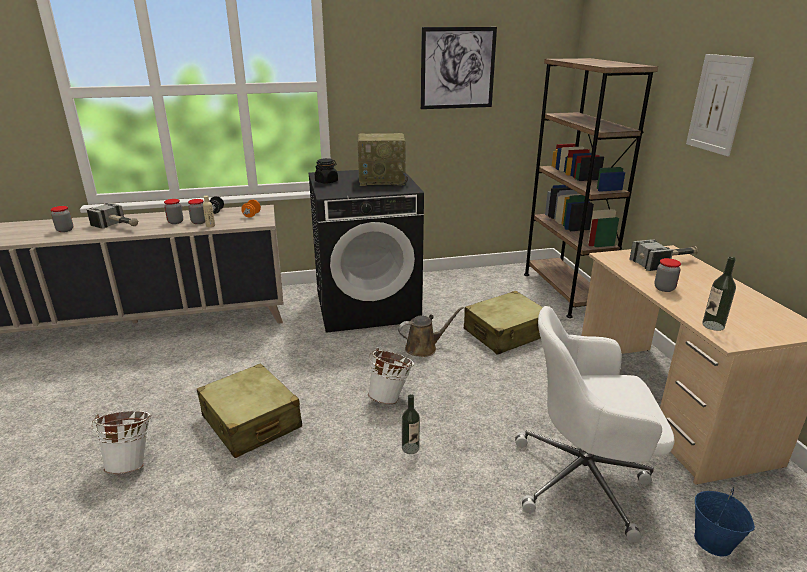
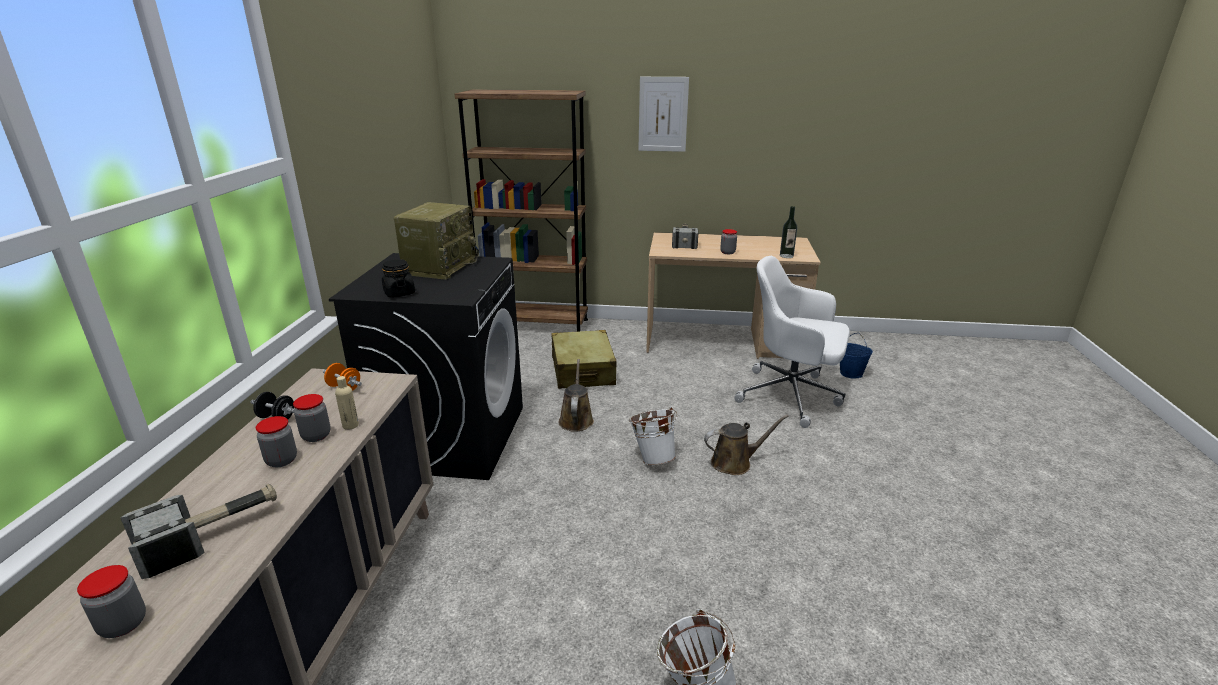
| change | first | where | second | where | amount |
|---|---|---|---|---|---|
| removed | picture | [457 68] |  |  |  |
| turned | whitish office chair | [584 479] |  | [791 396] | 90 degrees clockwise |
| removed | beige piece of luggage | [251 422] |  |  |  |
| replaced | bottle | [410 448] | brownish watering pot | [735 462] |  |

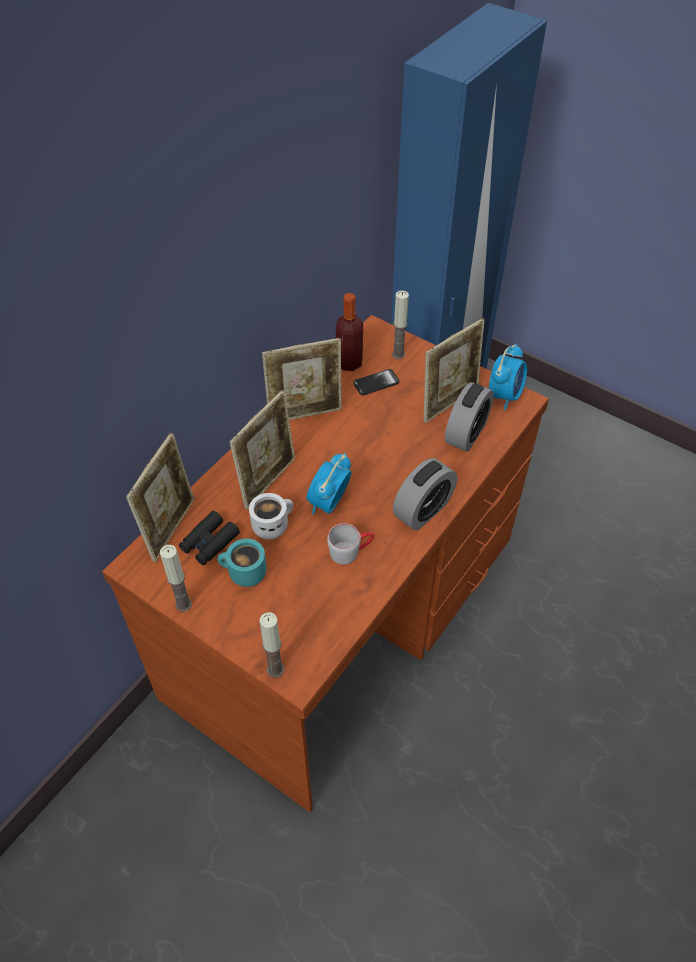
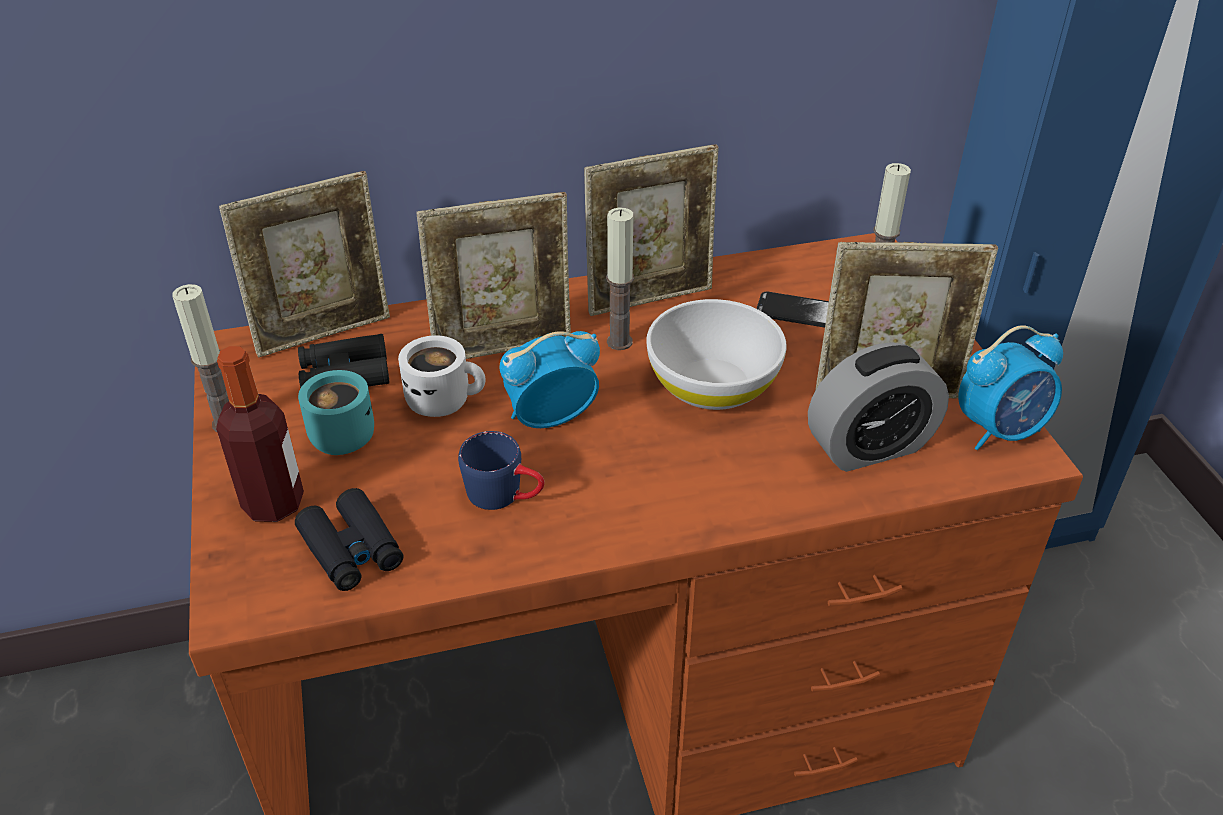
| change | first | where | second | where | amount |
|---|---|---|---|---|---|
| moved | bottle | [349 363] |  | [273 503] |  |
| turned | photo frame | [305 413] |  | [650 298] | 45 degrees counterclockwise |
| removed | table clock | [423 510] |  |  |  |
| recoloured | greyish tea mug | [350 551] | blue tea mug | [505 495] |  |
| moved | candle | [275 669] |  | [619 342] |  |
| added |  |  | whitish deep dish | [713 384] |  |
| added |  |  | black-coloured field glasses | [352 550] |  |

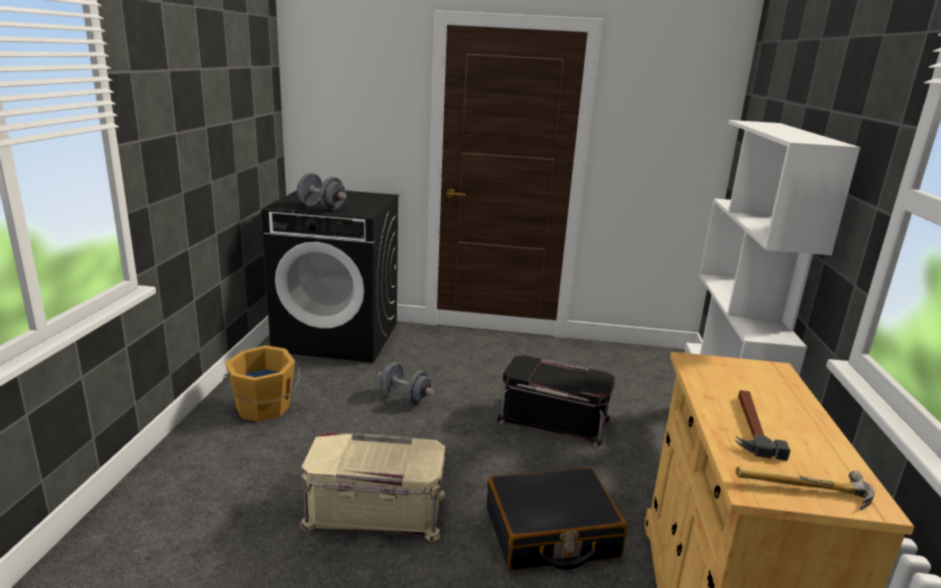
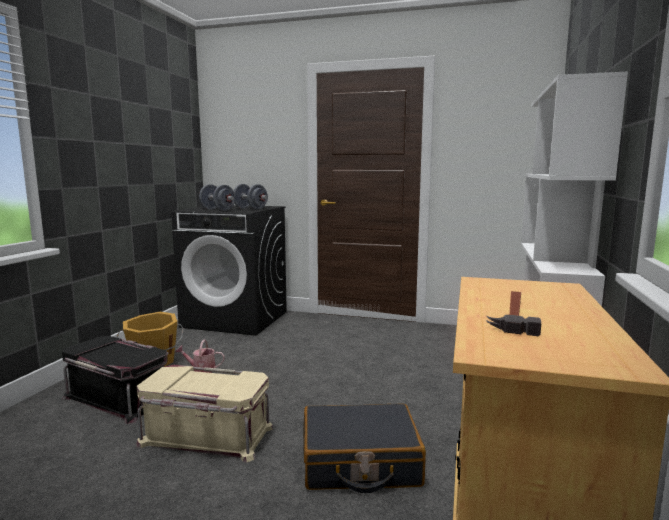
| change | first | where | second | where | amount |
|---|---|---|---|---|---|
| moved | black-coloured storage bin | [554 419] |  | [120 398] |  |
| moved | greyish hand weight | [405 398] |  | [250 209] |  |
| removed | hammer | [805 492] |  |  |  |
| added |  |  | watering pot | [201 370] |  |

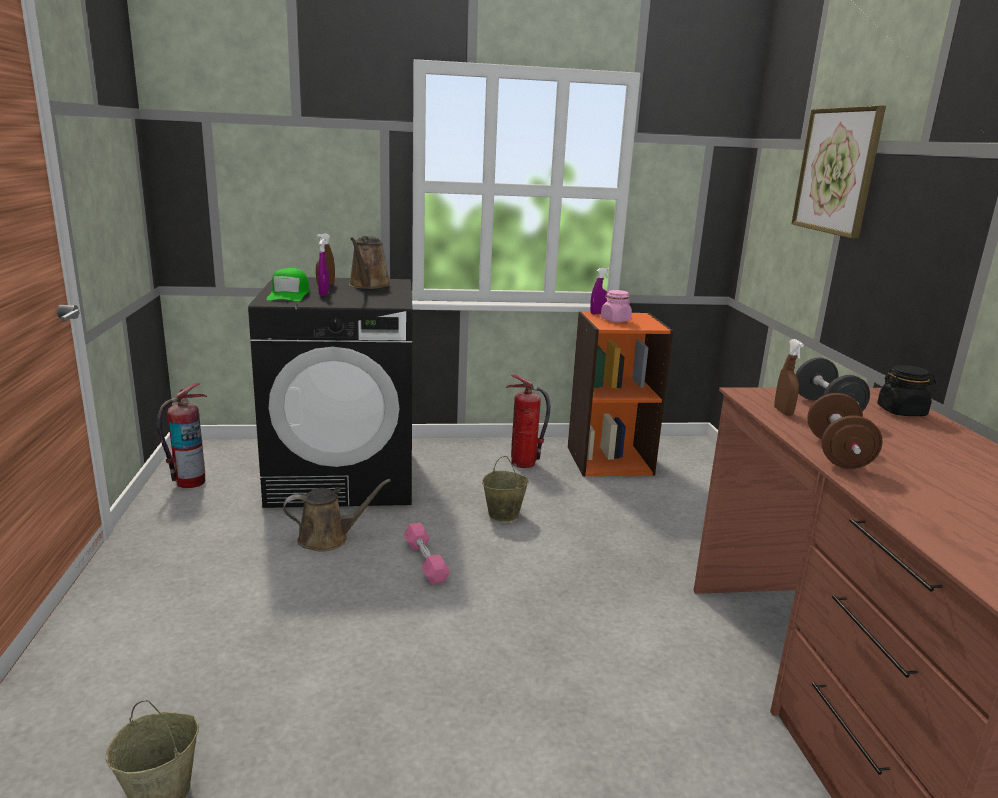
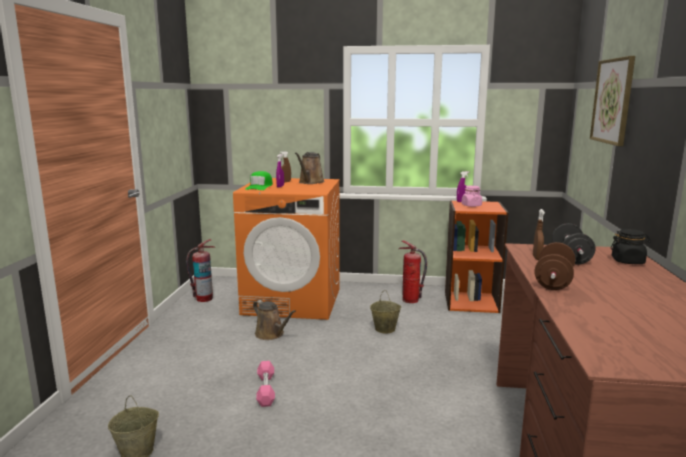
| change | first | where | second | where | amount |
|---|---|---|---|---|---|
| recoloured | black-coloured laundry machine | [344 476] | orange laundry machine | [293 301] |  |
| turned | brownish watering pot | [328 538] |  | [271 334] | 45 degrees clockwise |
| moved | pink-coloured hand weight | [425 562] |  | [266 389] |  |

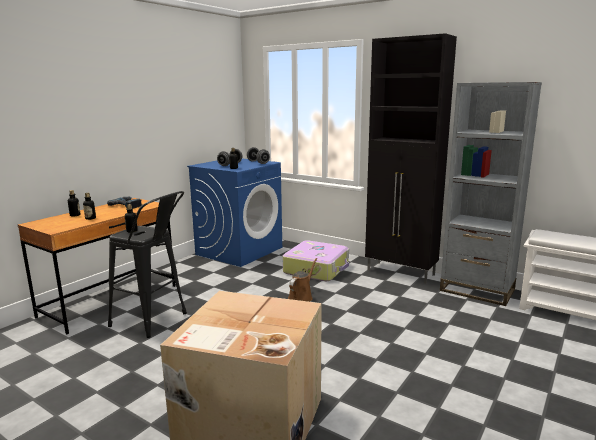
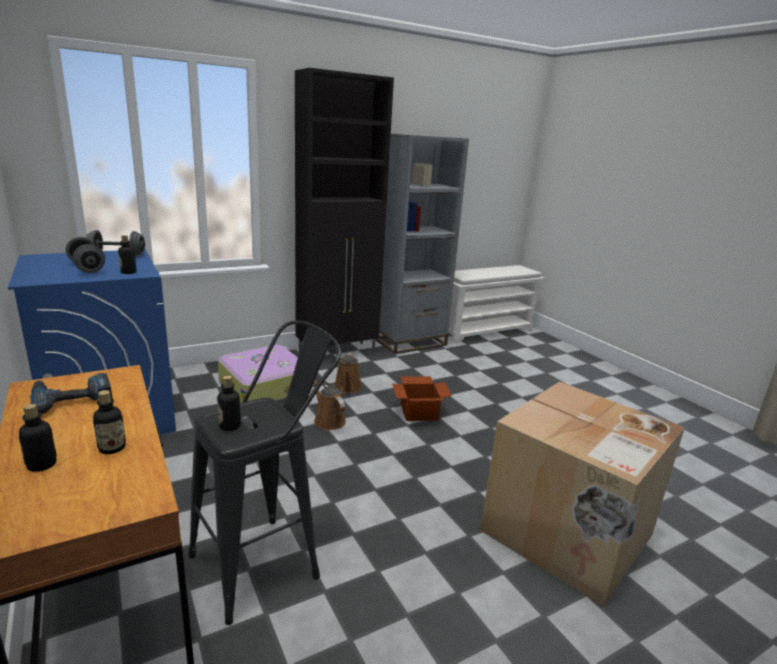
| change | first | where | second | where | amount |
|---|---|---|---|---|---|
| added |  |  | brownish watering pot | [348 388] |  |
| added |  |  | cardboard box | [419 411] |  |

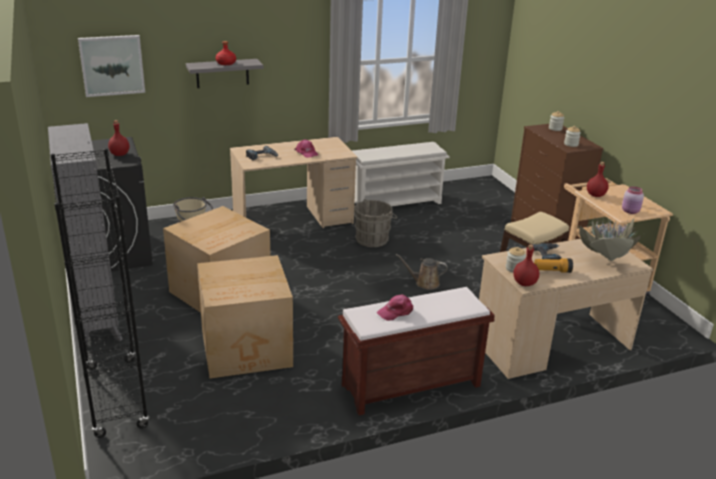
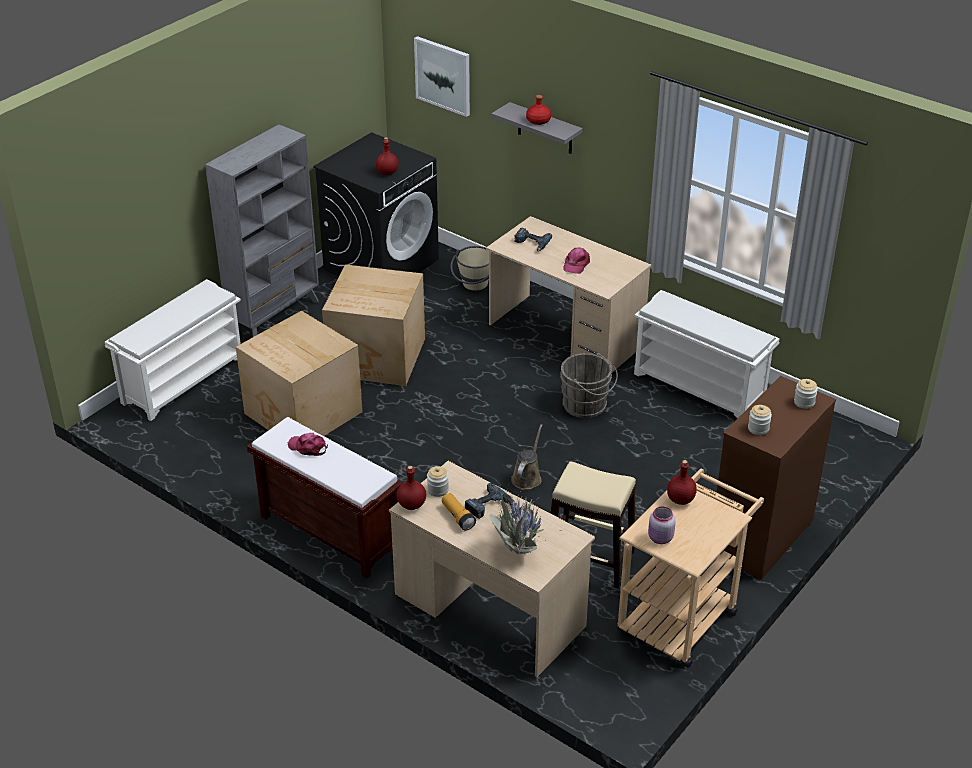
| change | first | where | second | where | amount |
|---|---|---|---|---|---|
| replaced | black-coloured bookcase | [116 397] | whitish shoe shelf | [183 380] |  |
| turned | brownish watering pot | [424 283] |  | [527 477] | 45 degrees clockwise |

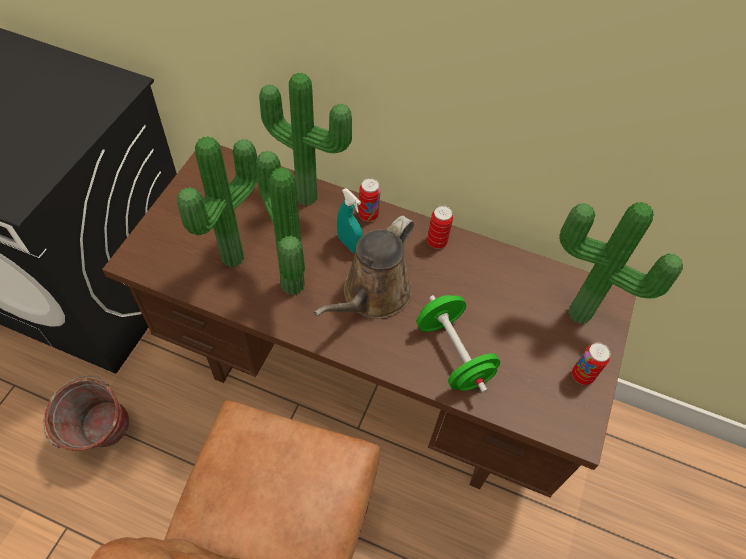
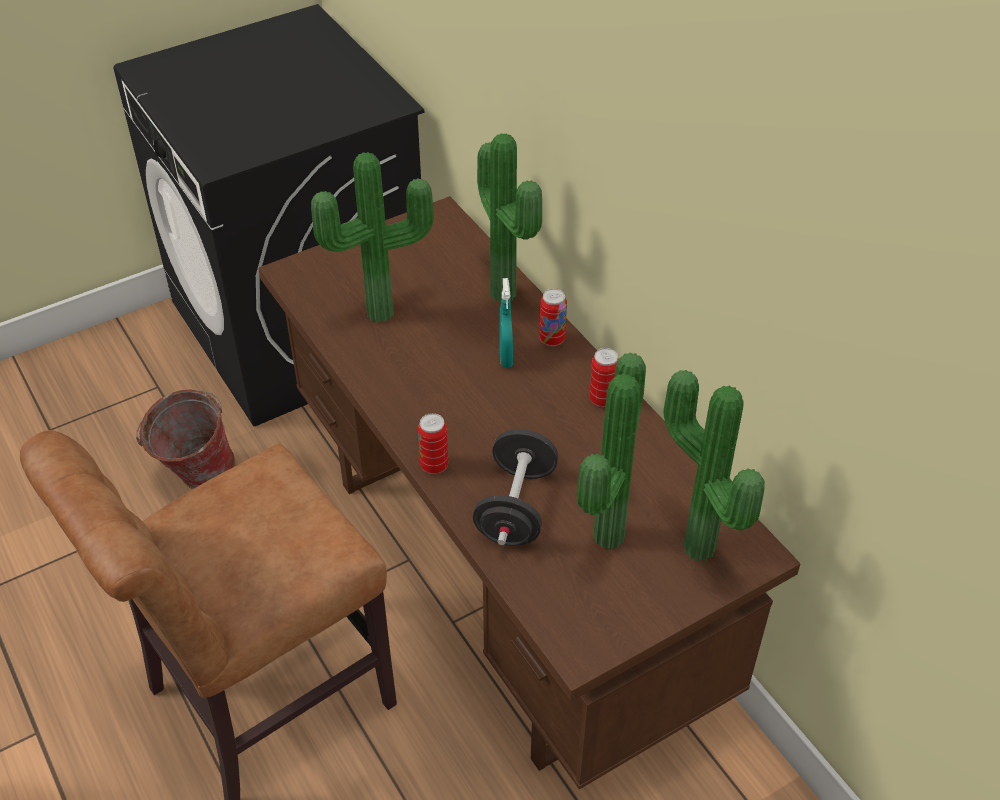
| change | first | where | second | where | amount |
|---|---|---|---|---|---|
| moved | potted plant | [288 287] |  | [602 535] |  |
| removed | brownish watering pot | [372 295] |  |  |  |
| recoloured | green hand weight | [453 354] | black-coloured hand weight | [516 507] |  |
| moved | metal can | [582 375] |  | [434 465] |  |

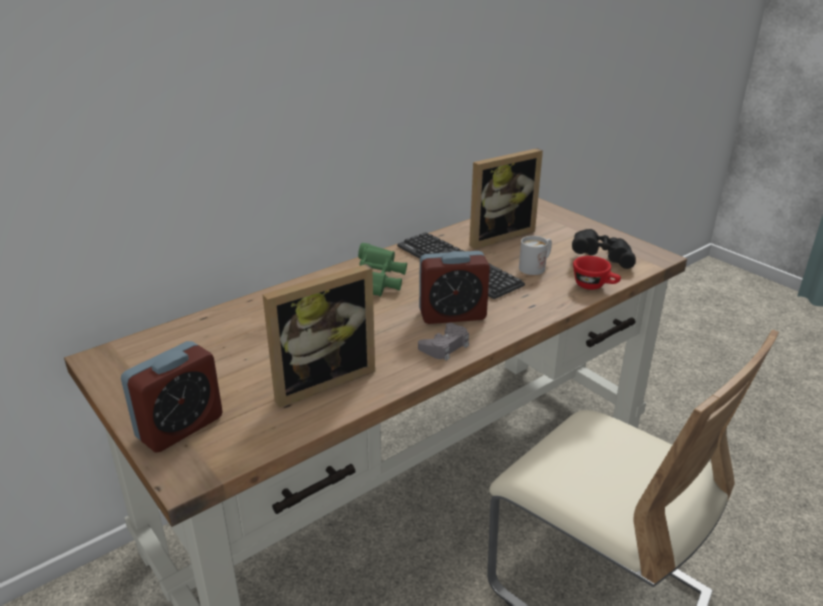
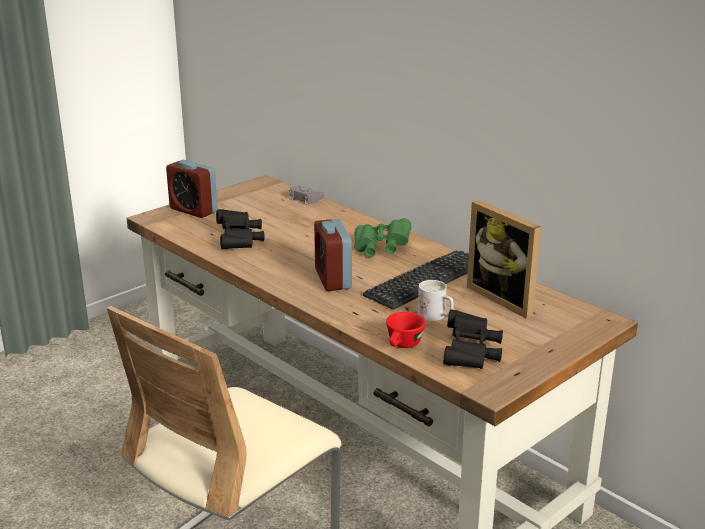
| change | first | where | second | where | amount |
|---|---|---|---|---|---|
| replaced | photo frame | [320 379] | black-coloured field glasses | [240 240] |  |
| moved | greyish game controller | [445 347] |  | [305 199] |  |

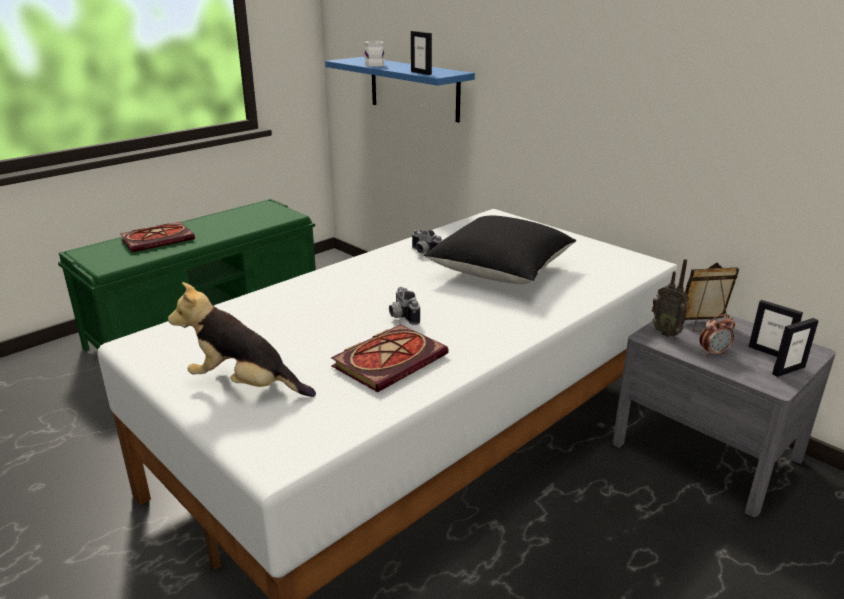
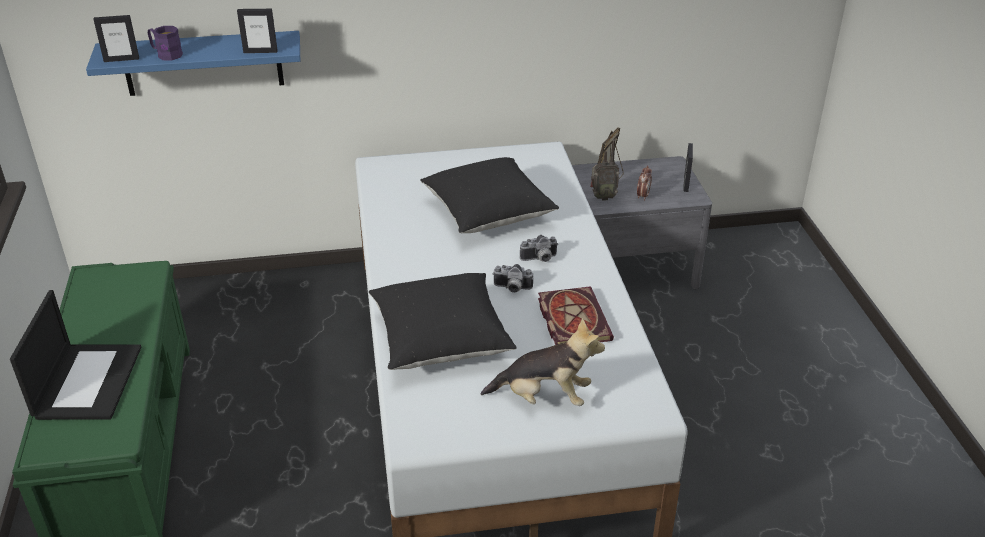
| change | first | where | second | where | amount |
|---|---|---|---|---|---|
| recoloured | whitish tea mug | [374 64] | purple-coloured tea mug | [166 54] |  |
| replaced | volume | [159 239] | portable computer | [87 381] |  |
| moved | still camera | [423 252] |  | [540 259] |  |
| turned | plush toy | [245 385] |  | [544 397] | 135 degrees counterclockwise |
| moved | photo frame | [769 352] |  | [121 59] |  |
| added |  |  | black-coloured pillow | [440 340] |  |

